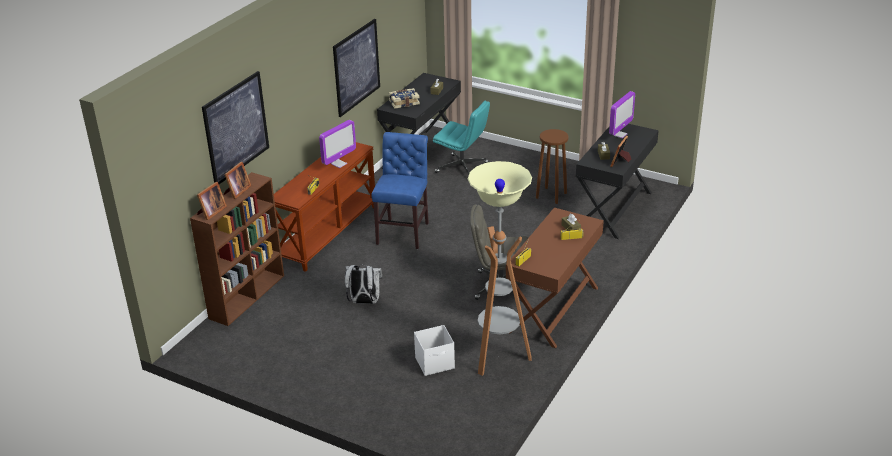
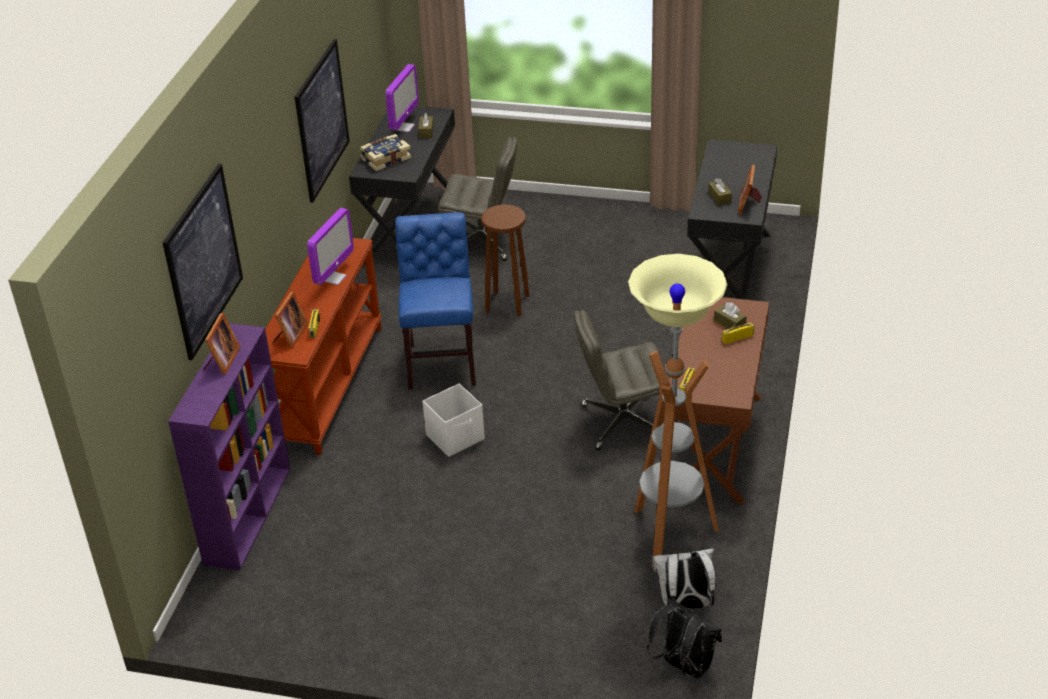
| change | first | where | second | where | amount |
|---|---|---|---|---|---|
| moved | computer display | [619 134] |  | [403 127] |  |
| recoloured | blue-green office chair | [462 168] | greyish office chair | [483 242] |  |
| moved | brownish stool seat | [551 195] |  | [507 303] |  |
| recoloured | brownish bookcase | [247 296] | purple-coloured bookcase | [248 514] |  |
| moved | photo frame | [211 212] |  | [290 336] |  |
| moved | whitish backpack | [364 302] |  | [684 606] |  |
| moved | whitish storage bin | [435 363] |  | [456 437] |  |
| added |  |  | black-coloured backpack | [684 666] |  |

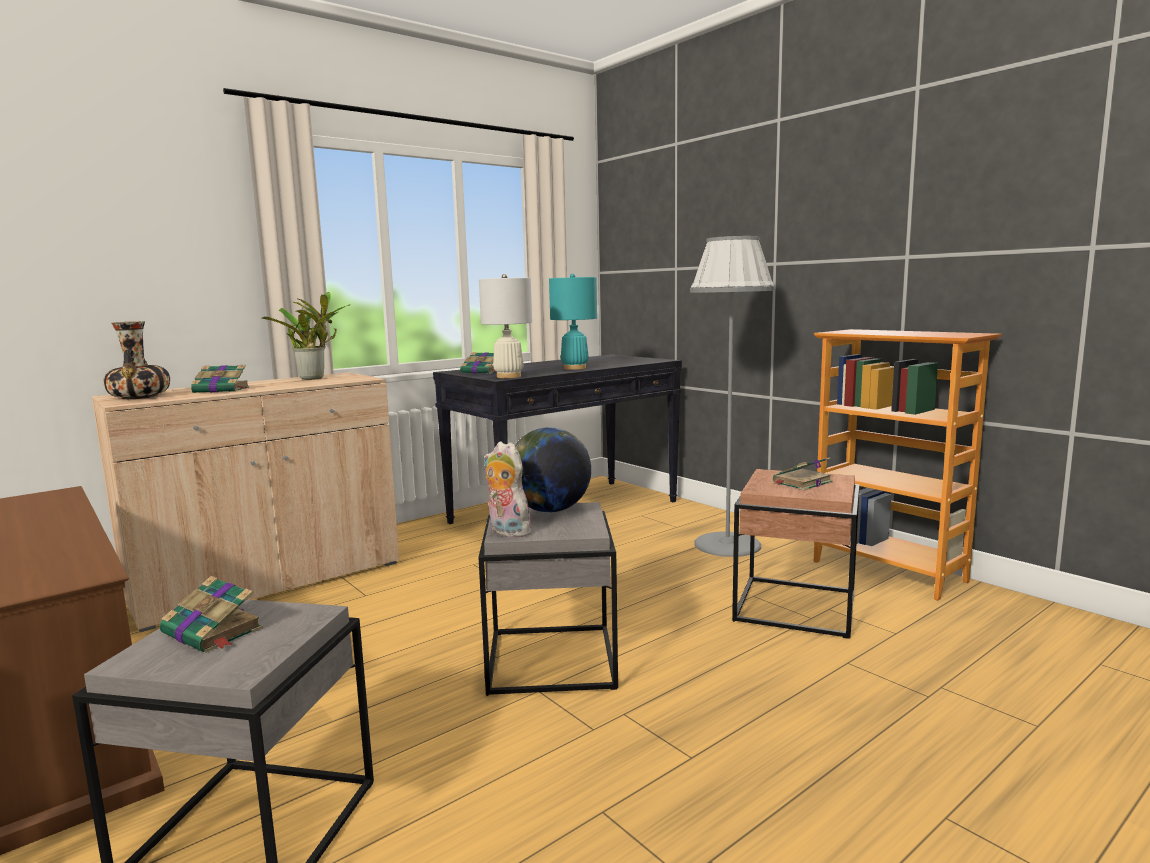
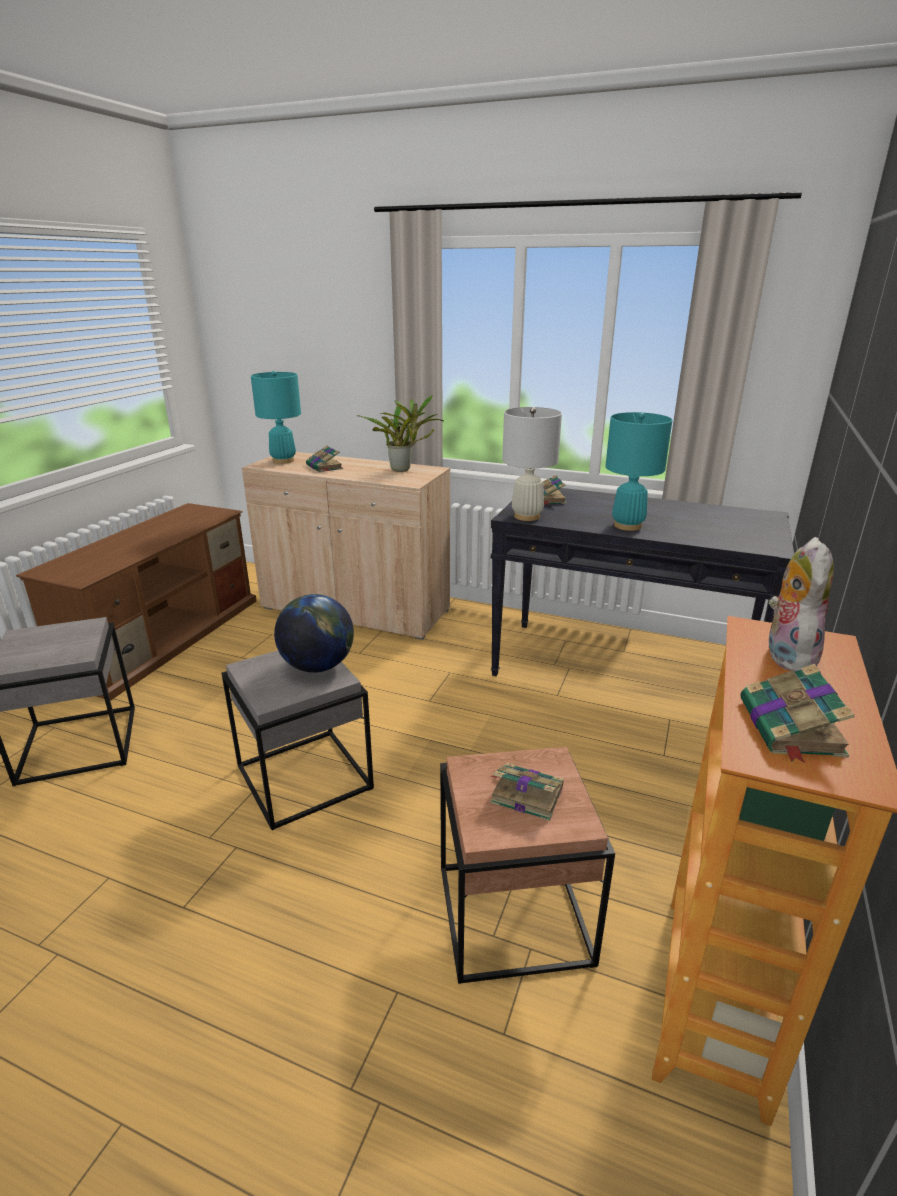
| change | first | where | second | where | amount |
|---|---|---|---|---|---|
| removed | greyish standard lamp | [728 544] |  |  |  |
| replaced | decorative vase | [139 397] | blue-green tabletop lamp | [283 461] |  |
| moved | plush toy | [506 532] |  | [785 655] |  |
| moved | volume | [213 632] |  | [791 729] |  |

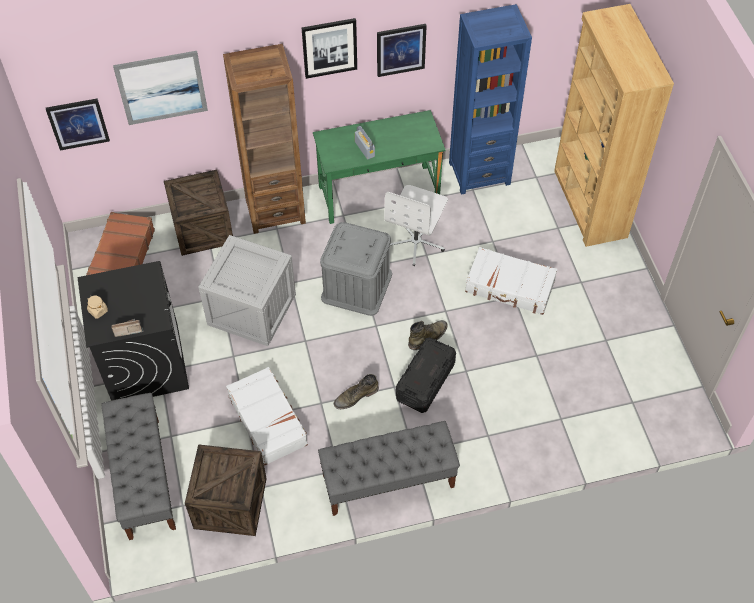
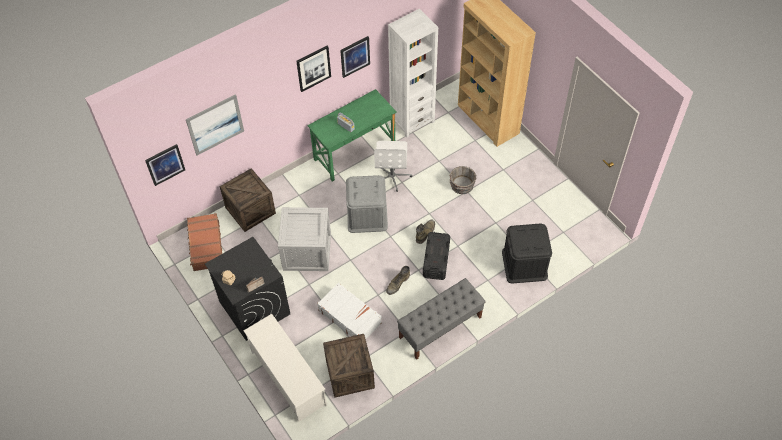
| change | first | where | second | where | amount |
|---|---|---|---|---|---|
| recoloured | blue bookcase | [479 173] | whitish bookcase | [412 120] |  |
| removed | brownish bookcase | [275 211] |  |  |  |
| replaced | whitish piece of luggage | [510 287] | greyish pail | [462 186] |  |
| replaced | greyish indoor bench | [144 477] | whitish shoe shelf | [288 378] |  |
| added |  |  | black-coloured storage bin | [524 264] |  |

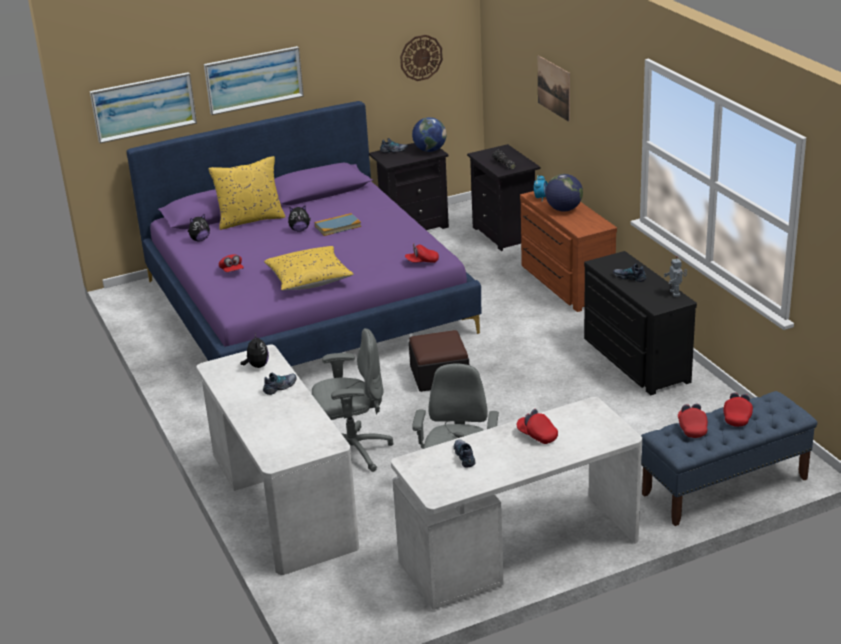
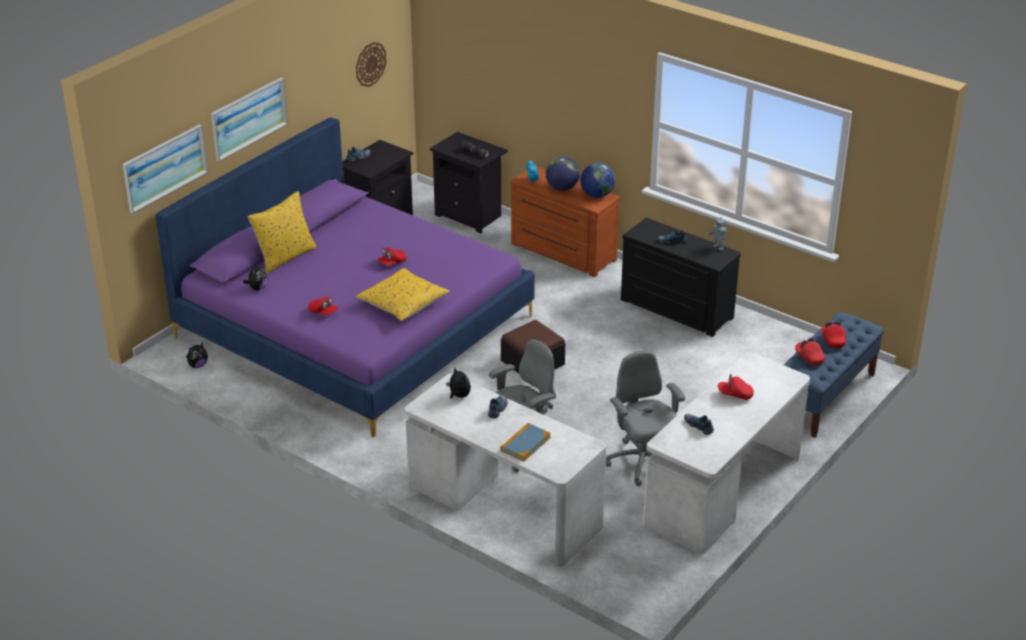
| change | first | where | second | where | amount |
|---|---|---|---|---|---|
| removed | picture | [554 88] |  |  |  |
| moved | desk globe | [430 150] |  | [597 195] |  |
| moved | plush toy | [299 230] |  | [198 365] |  |
| moved | volume | [338 226] |  | [525 444] |  |
| moved | red baseball cap | [422 262] |  | [392 263] |  |

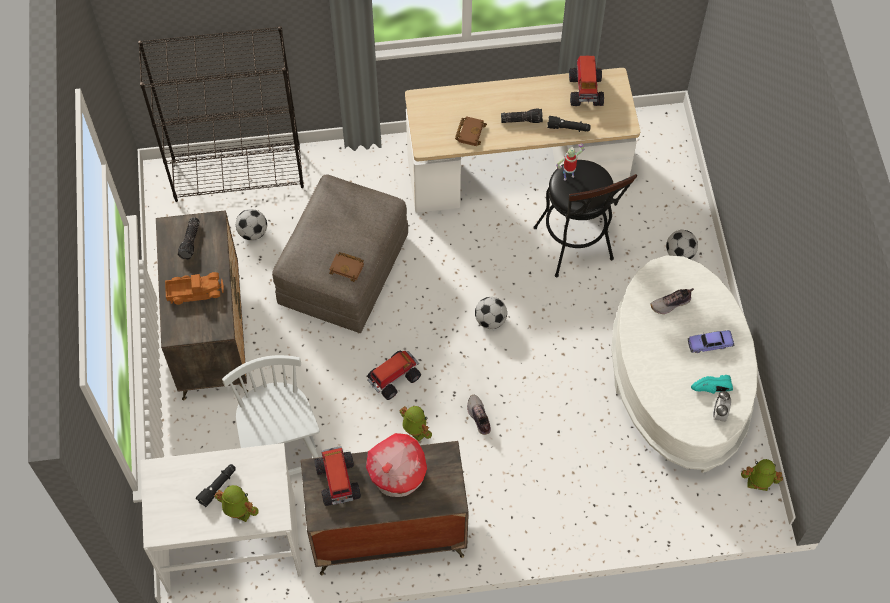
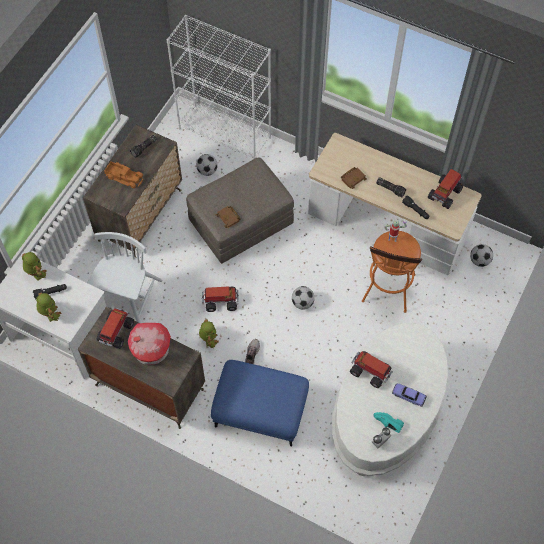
| change | first | where | second | where | amount |
|---|---|---|---|---|---|
| recoloured | black-coloured bookcase | [239 174] | whitish bookcase | [225 133] |  |
| recoloured | black-coloured stool seat | [576 249] | orange stool seat | [387 292] |  |
| moved | ball for football | [680 254] |  | [479 261] |  |
| removed | low shoe | [671 304] |  |  |  |
| moved | toy robot | [757 484] |  | [36 273] |  |
| added |  |  | model truck | [370 372] |  |
| added |  |  | blue pouffe | [260 410] |  |

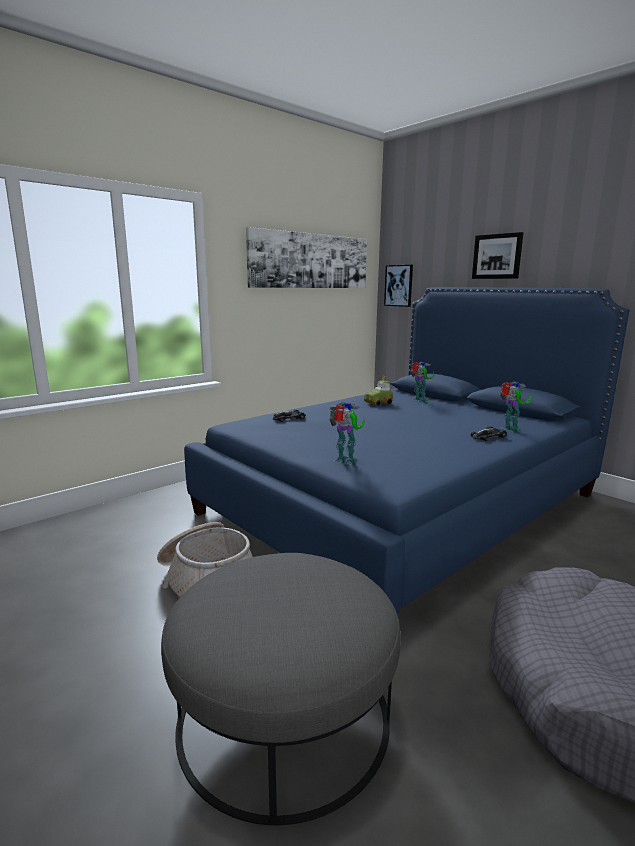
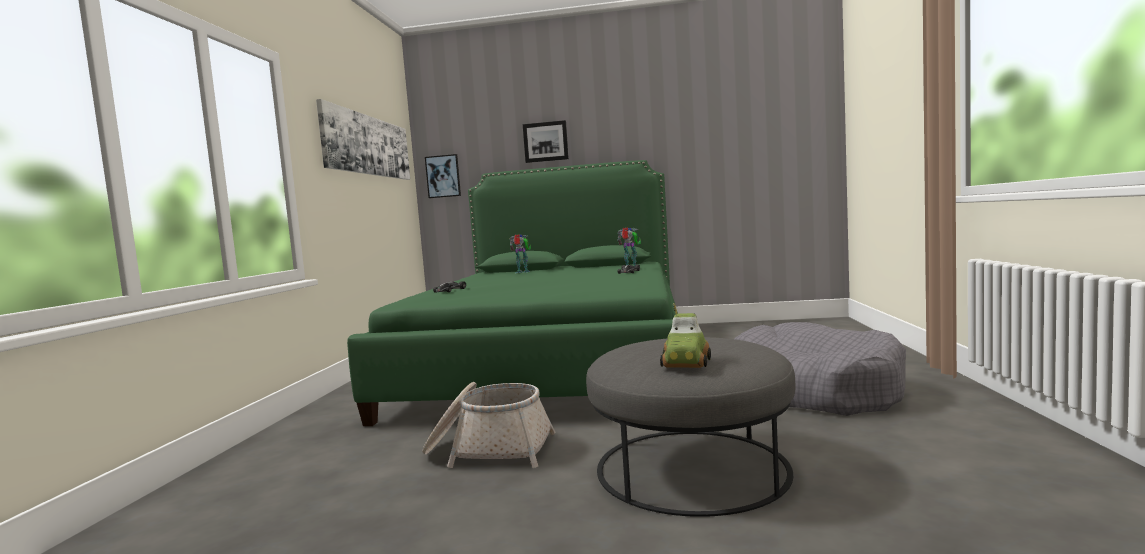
| change | first | where | second | where | amount |
|---|---|---|---|---|---|
| recoloured | blue bed | [402 503] | green bed | [553 363] |  |
| moved | model car | [378 403] |  | [686 363] |  |
| removed | toy robot | [346 461] |  |  |  |

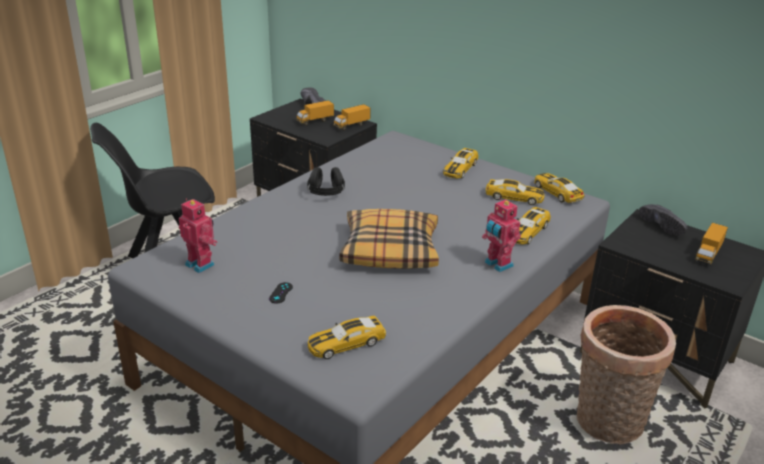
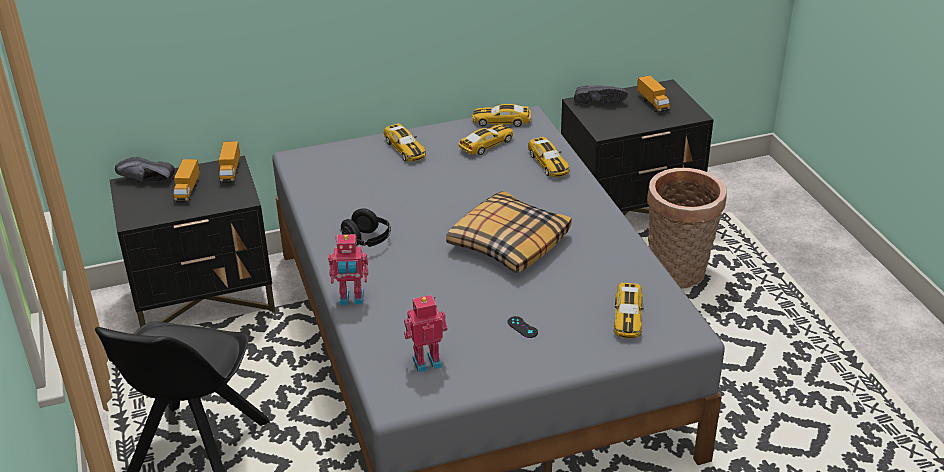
| change | first | where | second | where | amount |
|---|---|---|---|---|---|
| moved | toy robot | [497 265] |  | [351 299] |  |

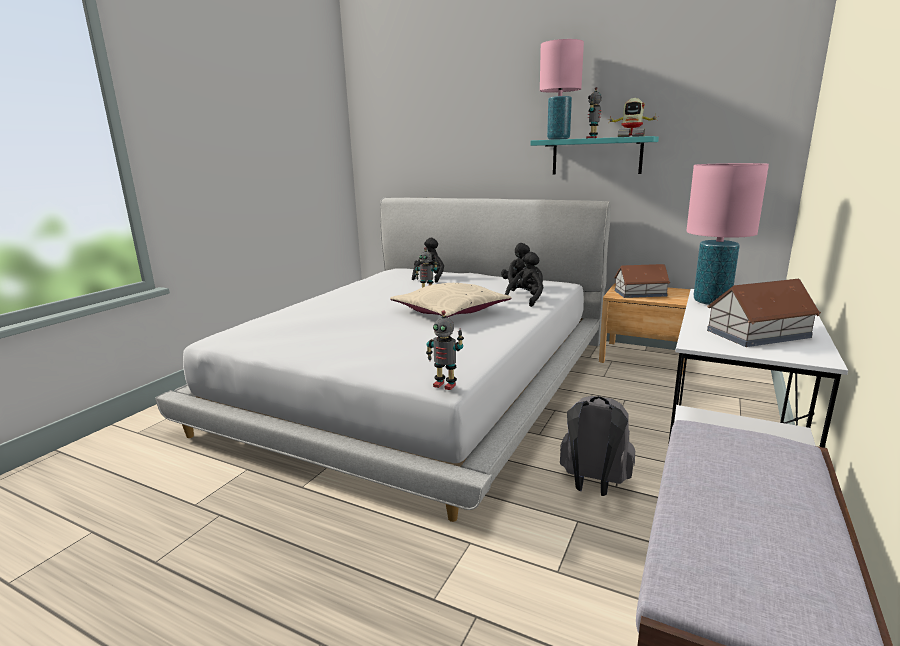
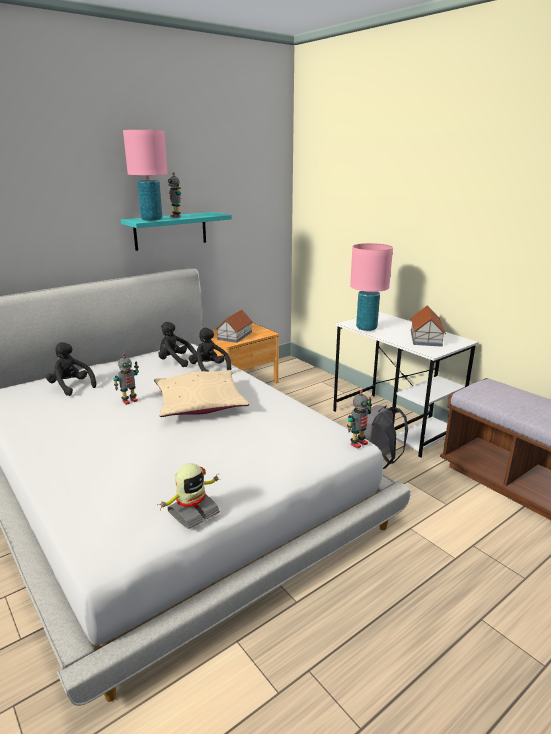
| change | first | where | second | where | amount |
|---|---|---|---|---|---|
| moved | toy robot | [631 136] |  | [192 512] |  |

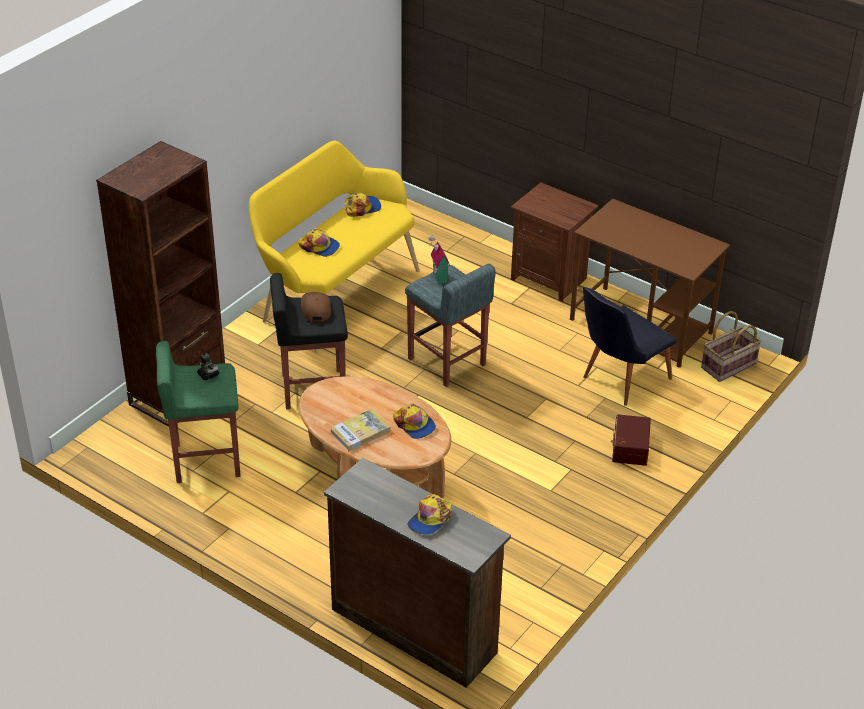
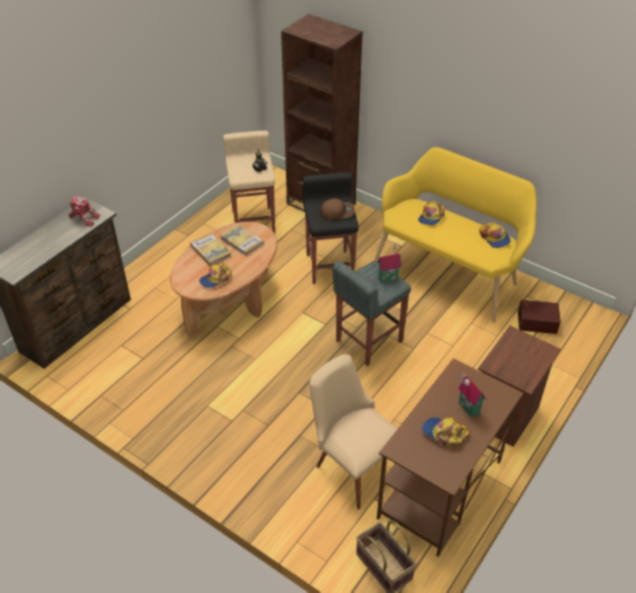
| change | first | where | second | where | amount |
|---|---|---|---|---|---|
| recoloured | black-coloured upright chair | [619 380] | beige upright chair | [352 464] |  |
| recoloured | green stool seat | [205 460] | beige stool seat | [253 221] |  |
| moved | brownish storage bin | [629 447] |  | [537 321] |  |
| moved | baseball cap | [430 519] |  | [444 433] |  |
| added |  |  | toy robot | [84 218] |  |
| added |  |  | volume | [242 241] |  |
| added |  |  | miniature house | [467 409] |  |

